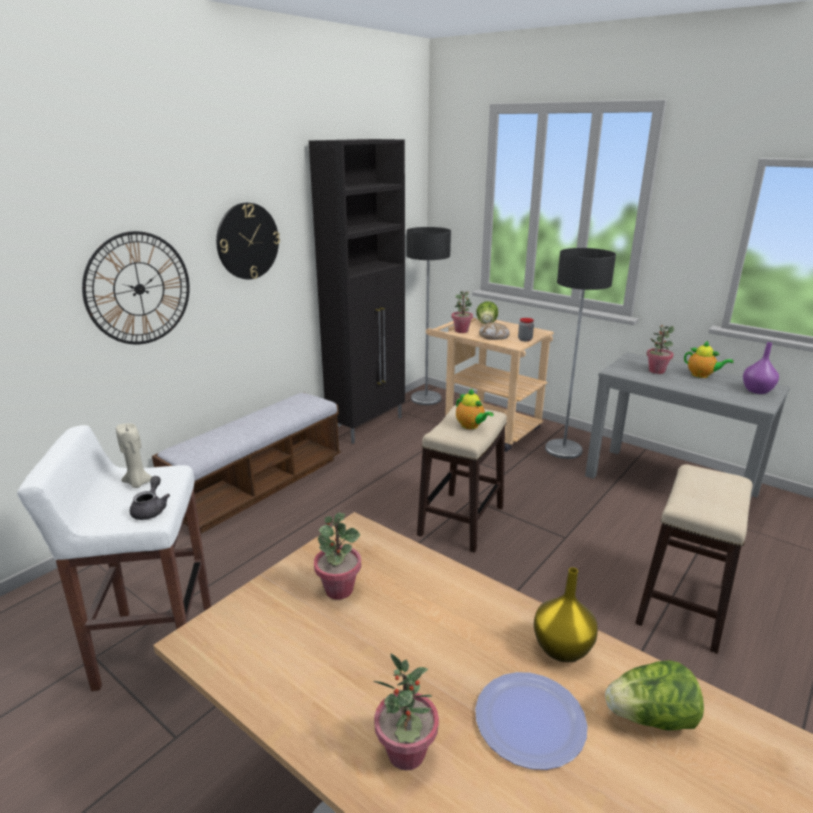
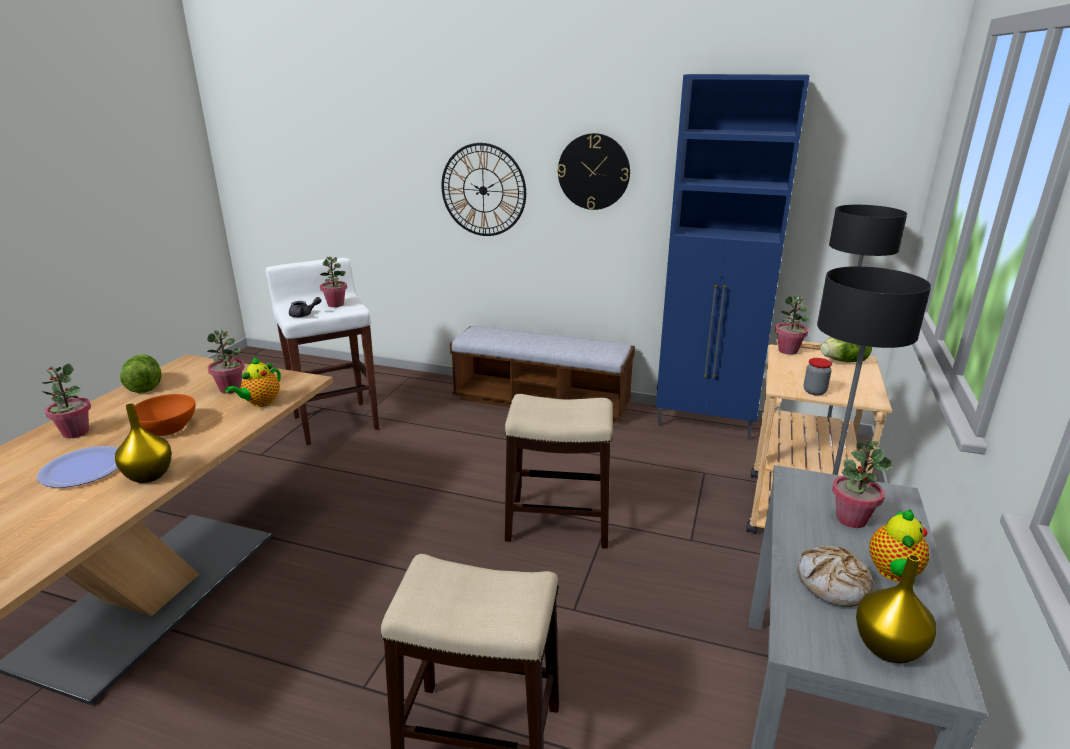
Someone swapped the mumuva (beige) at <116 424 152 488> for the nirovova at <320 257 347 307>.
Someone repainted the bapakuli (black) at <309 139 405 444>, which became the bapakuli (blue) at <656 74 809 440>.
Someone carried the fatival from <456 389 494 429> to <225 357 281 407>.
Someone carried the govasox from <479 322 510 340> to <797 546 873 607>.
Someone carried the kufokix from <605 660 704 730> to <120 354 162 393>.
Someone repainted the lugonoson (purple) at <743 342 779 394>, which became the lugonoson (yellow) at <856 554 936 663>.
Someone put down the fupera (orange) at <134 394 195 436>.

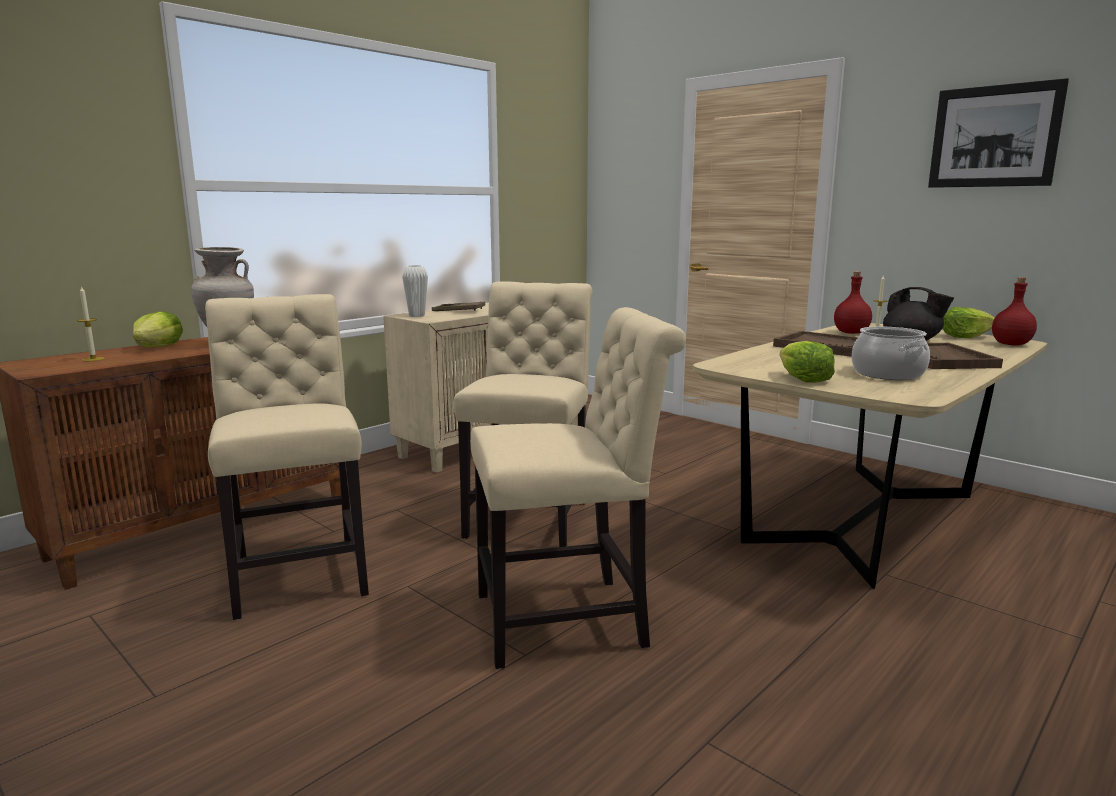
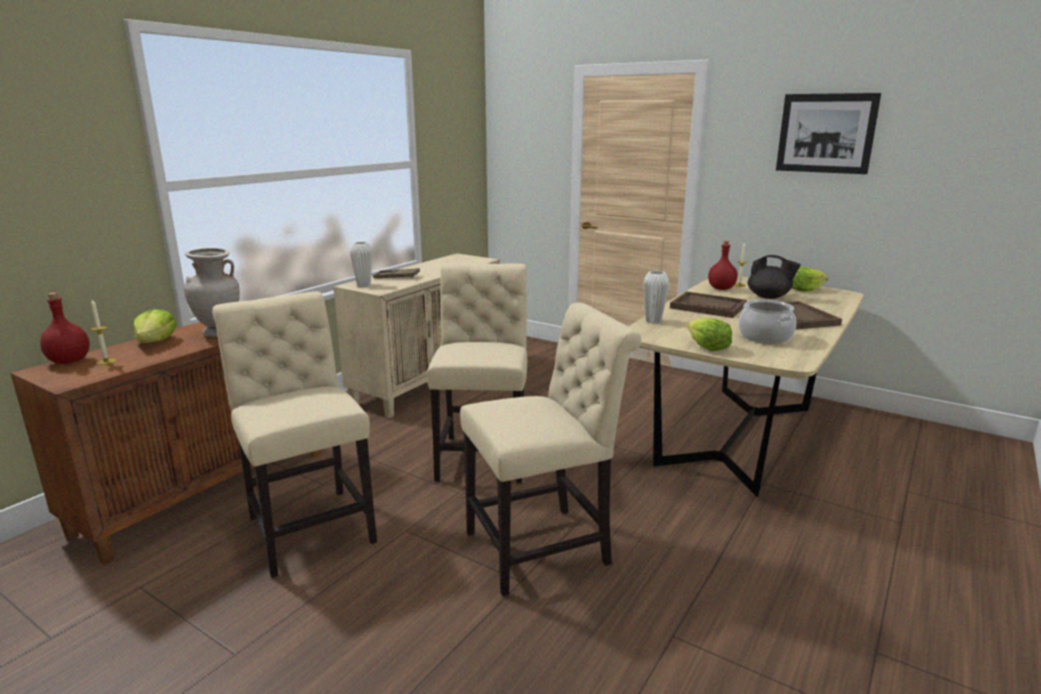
Someone carried the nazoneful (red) from <992 278 1037 346> to <40 293 90 364>.
Someone put down the lugonoson (white) at <643 271 669 323>.

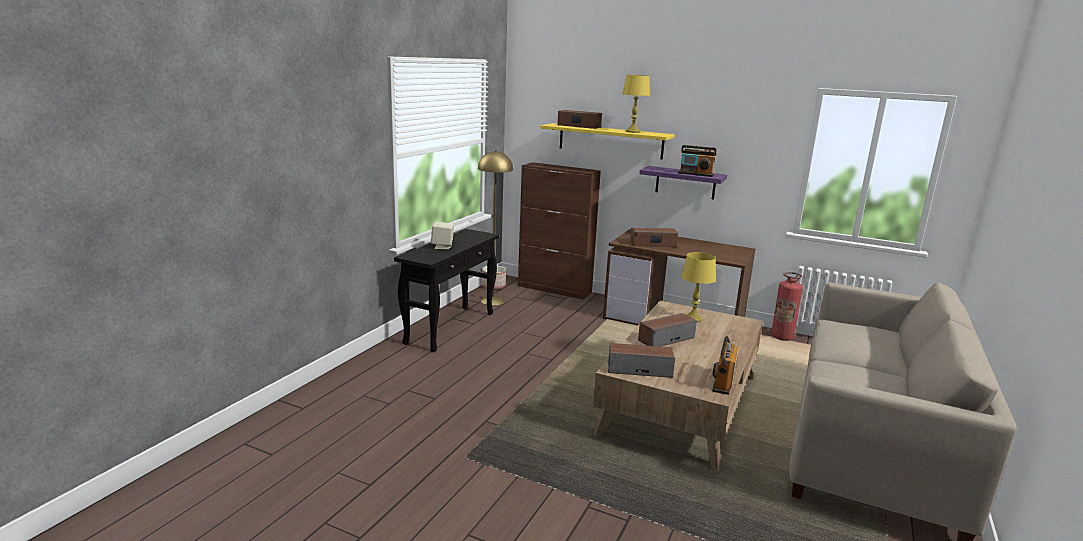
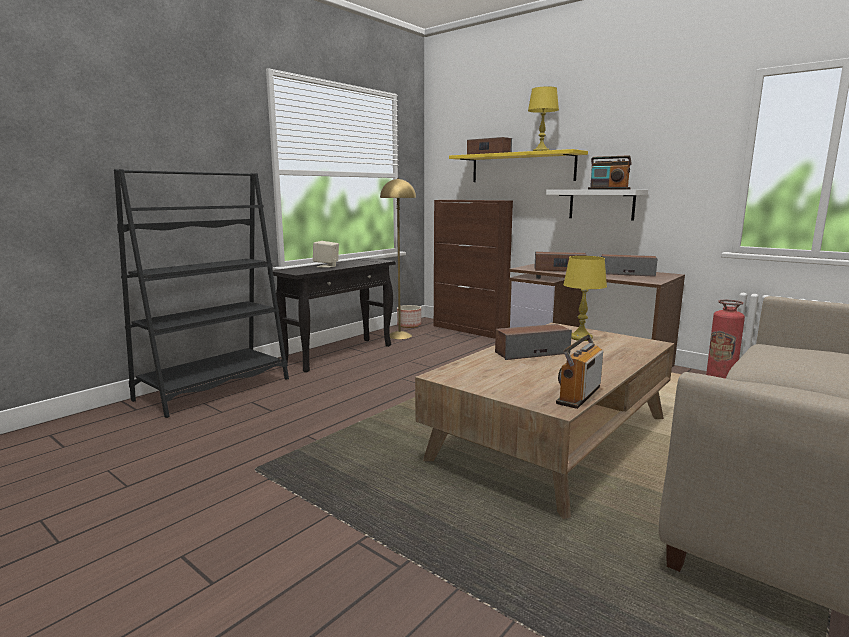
Someone carried the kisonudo from <608 343 675 378> to <601 254 657 277>.
Someone repainted the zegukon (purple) at <640 166 727 200>, which became the zegukon (white) at <546 190 648 220>.
Someone put down the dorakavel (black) at <114 169 289 418>.

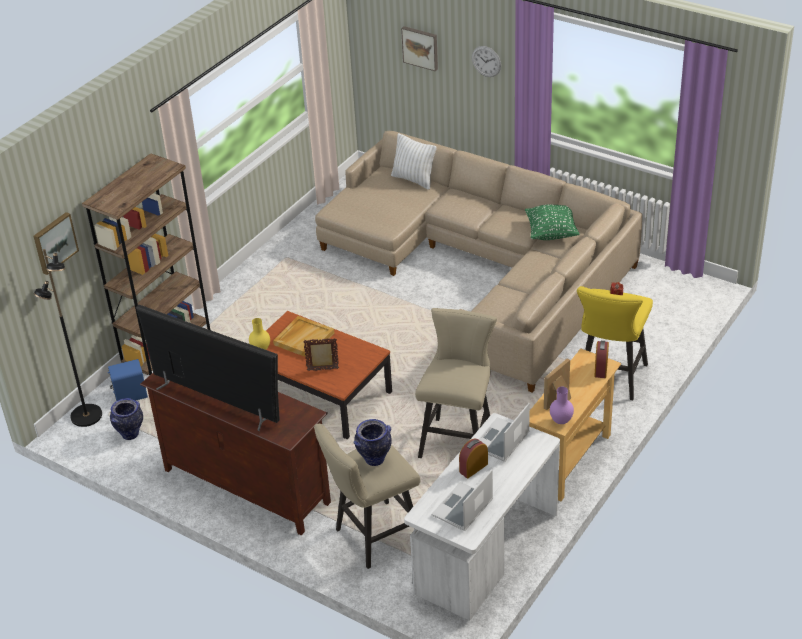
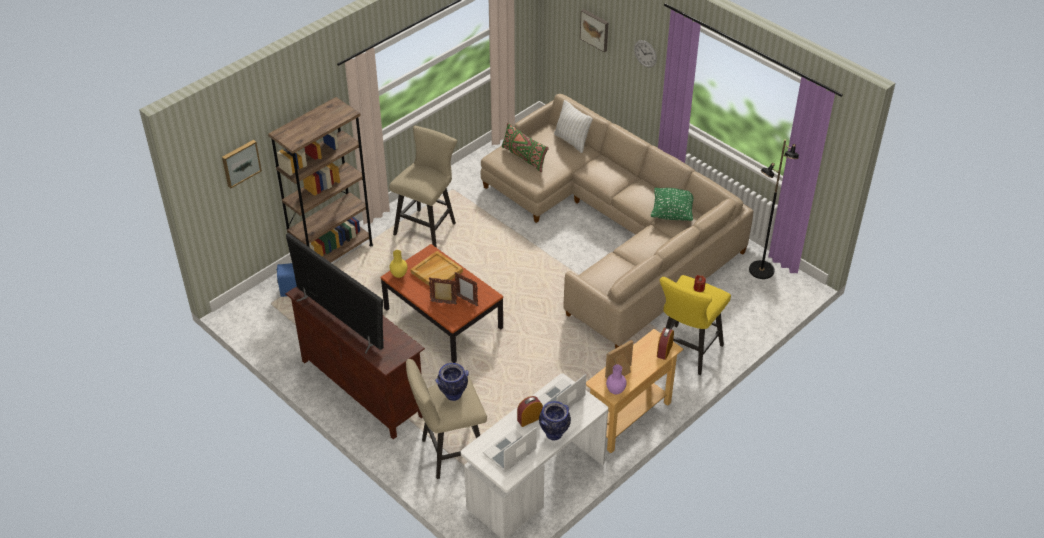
Someone carried the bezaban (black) from <34 249 102 427> to <749 139 799 279>.
Someone carried the lugonoson from <110 398 143 440> to <539 401 571 441>.
Someone carried the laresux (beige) from <415 308 497 458> to <389 126 457 248>.
Someone put down the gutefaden at <455 272 478 306>.
Someone put down the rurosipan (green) at <502 123 549 172>.

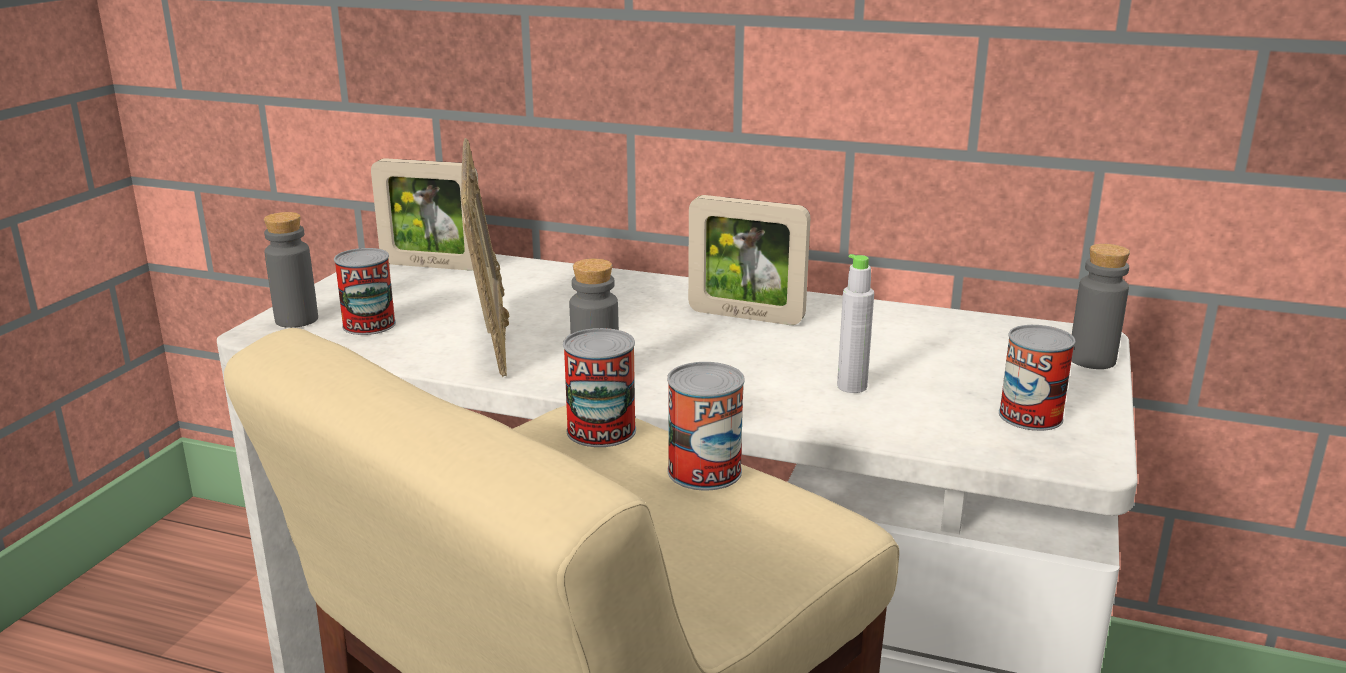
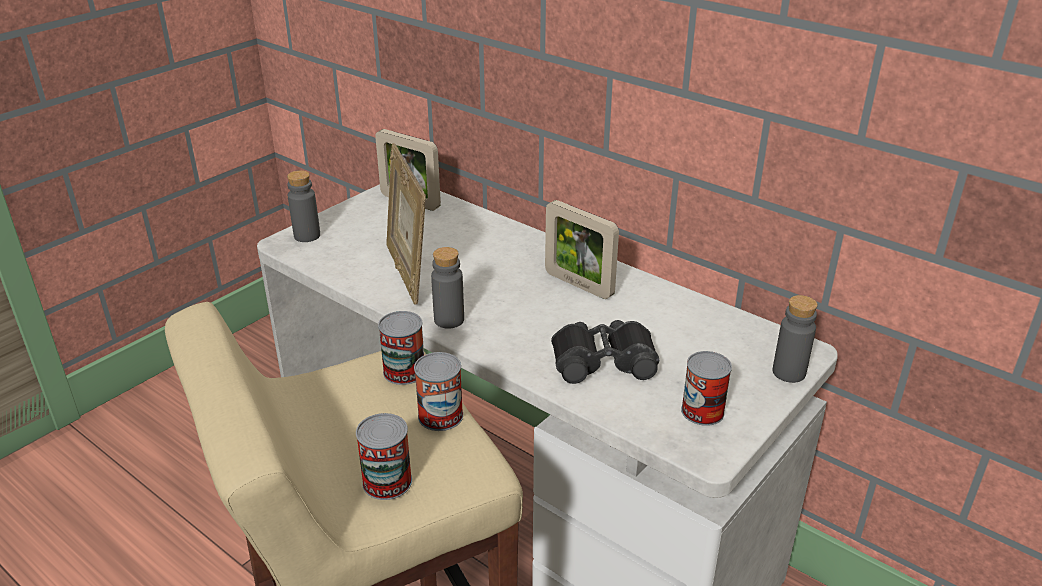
Someone carried the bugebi from <334 248 396 335> to <356 413 412 500>.
Someone rotated the gutefaden at <461 138 509 377> by 150 degrees clockwise.
Someone swapped the nazoneful (grey) at <837 254 874 393> for the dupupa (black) at <551 320 659 384>.

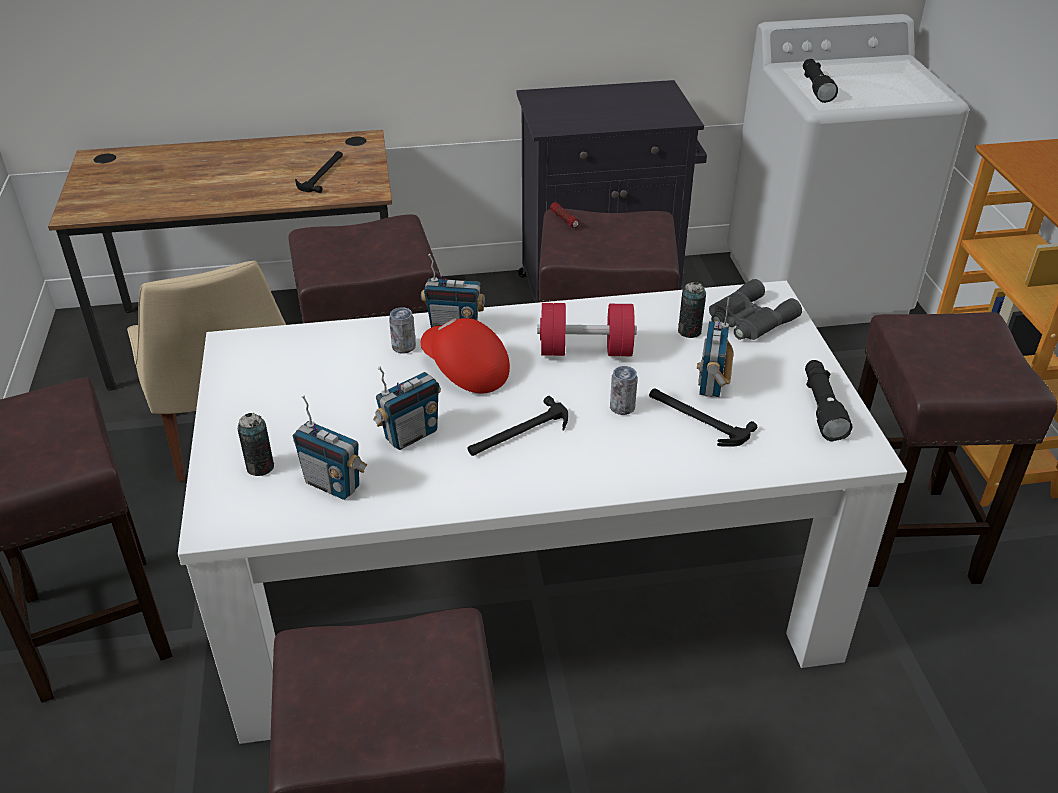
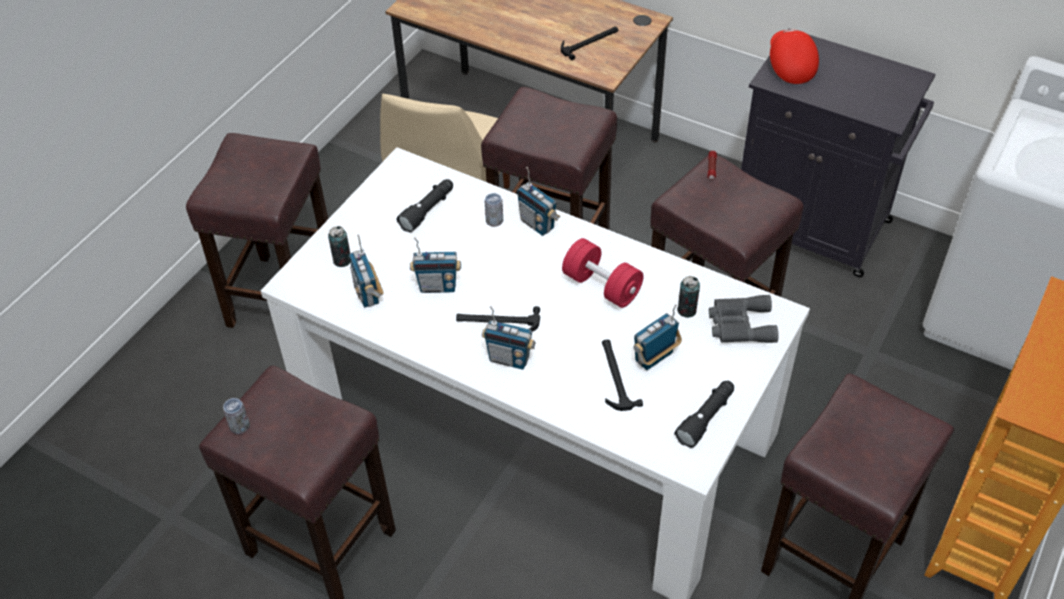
Someone carried the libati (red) from <421 318 510 393> to <770 29 819 84>.
Someone carried the bugebi from <610 366 638 415> to <223 398 250 434>.
Someone carried the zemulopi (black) from <803 59 838 103> to <397 179 453 233>.
Someone put down the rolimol at <482 305 536 369>.

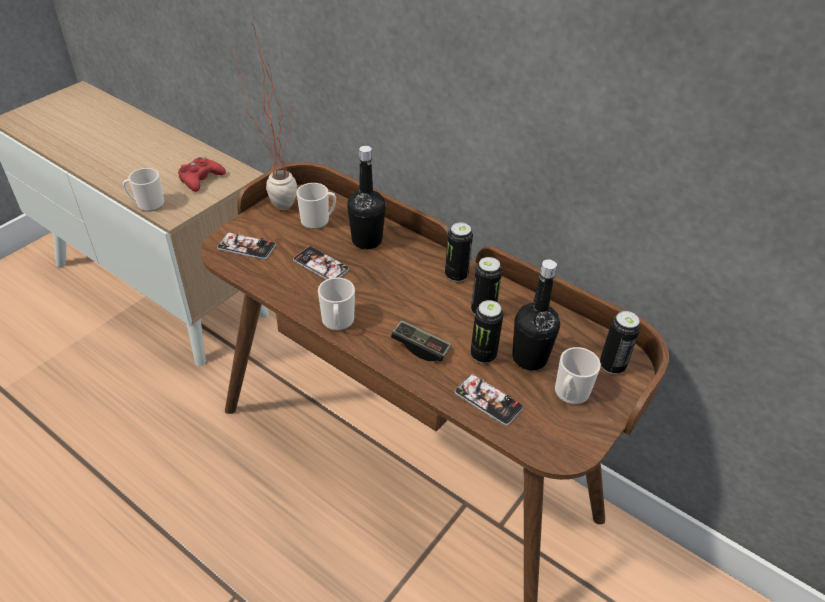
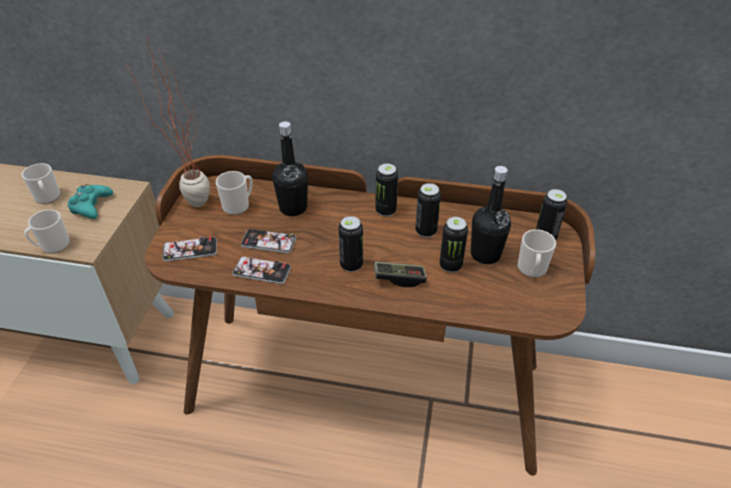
Someone repainted the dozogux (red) at <178 157 226 192>, which became the dozogux (turquoise) at <68 184 113 219>.
Someone carried the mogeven from <318 277 355 331> to <22 163 60 204>.
Someone carried the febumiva from <454 374 523 426> to <233 256 291 284>.
Someone put down the bugebi at <339 216 363 272>.

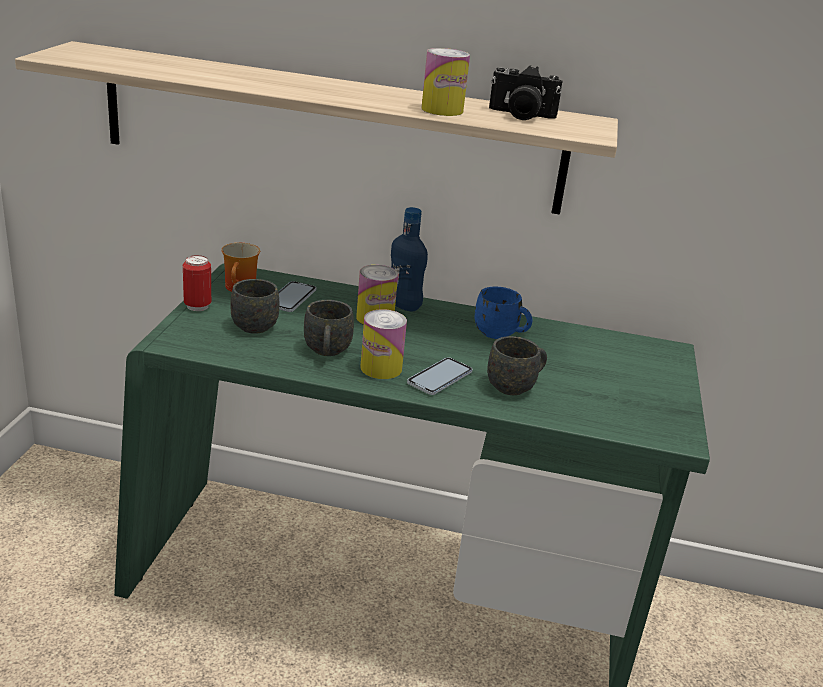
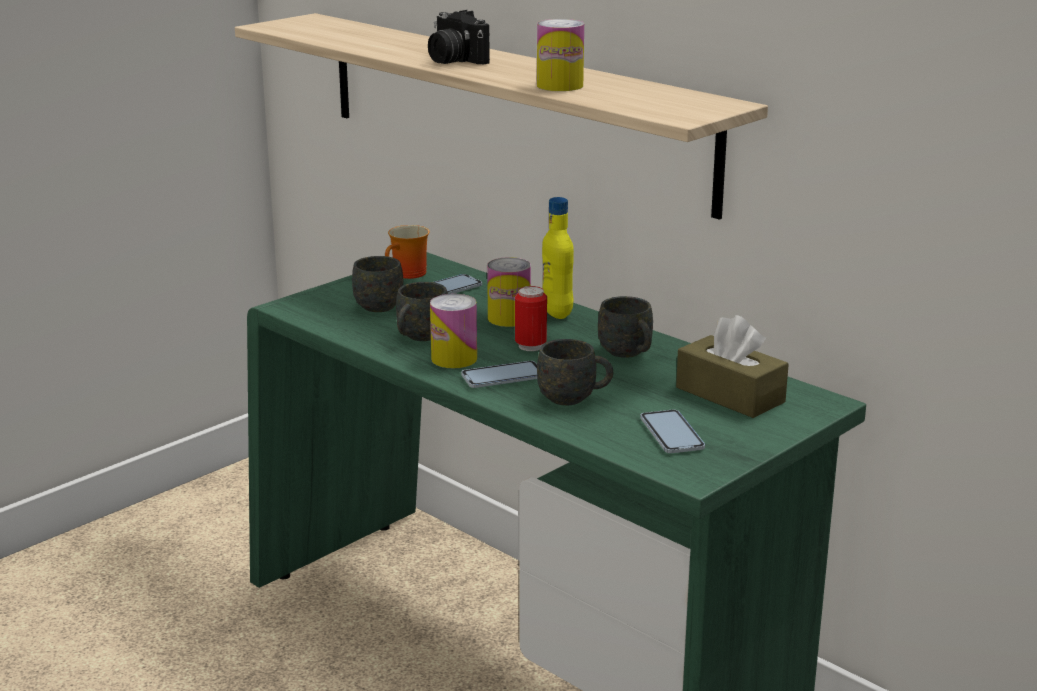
Someone carried the bugebi from <183 255 211 311> to <515 286 547 351>.
Someone repainted the nazoneful (blue) at <391 207 428 311>, which became the nazoneful (yellow) at <542 197 574 319>.
Someone repainted the mogeven (blue) at <474 287 532 339>, which became the mogeven (grey) at <598 296 653 358>.
Someone carried the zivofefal from <489 65 562 120> to <428 10 490 64>.
Someone put down the febumiva at <640 410 705 453>.
Someone put down the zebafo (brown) at <676 315 789 418>.

